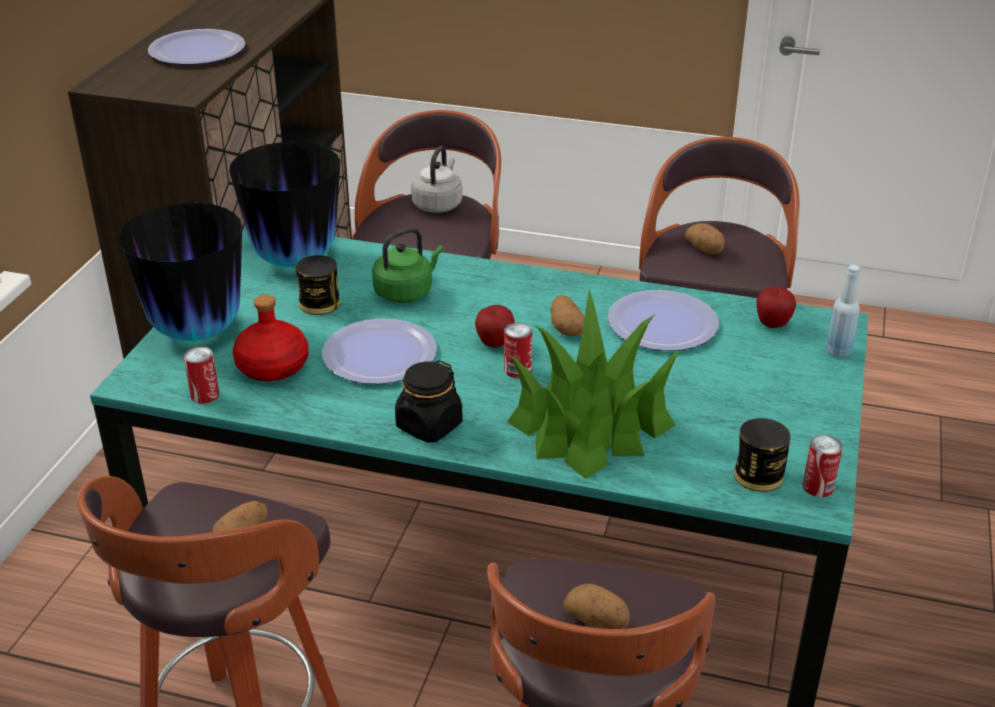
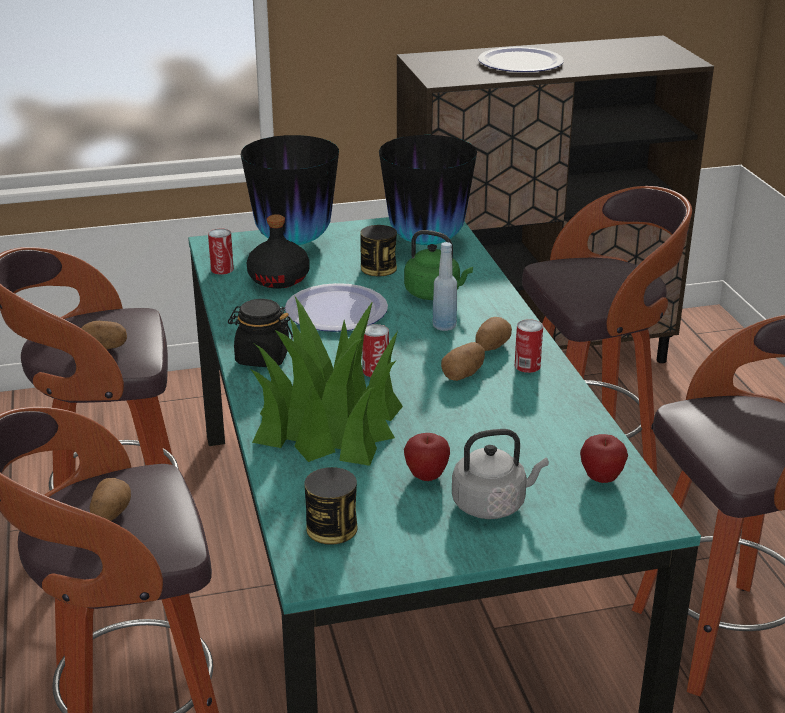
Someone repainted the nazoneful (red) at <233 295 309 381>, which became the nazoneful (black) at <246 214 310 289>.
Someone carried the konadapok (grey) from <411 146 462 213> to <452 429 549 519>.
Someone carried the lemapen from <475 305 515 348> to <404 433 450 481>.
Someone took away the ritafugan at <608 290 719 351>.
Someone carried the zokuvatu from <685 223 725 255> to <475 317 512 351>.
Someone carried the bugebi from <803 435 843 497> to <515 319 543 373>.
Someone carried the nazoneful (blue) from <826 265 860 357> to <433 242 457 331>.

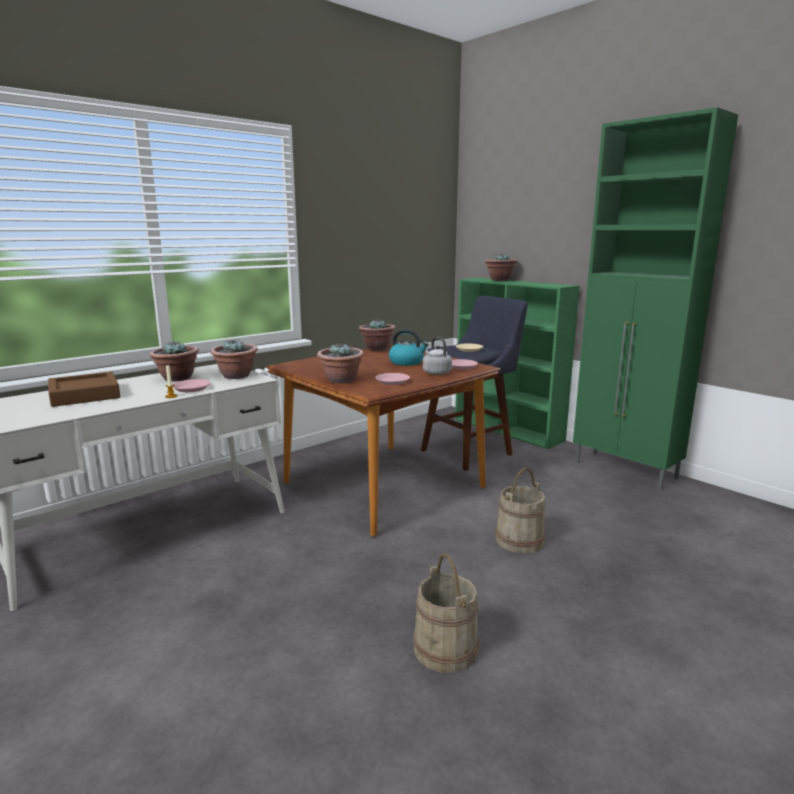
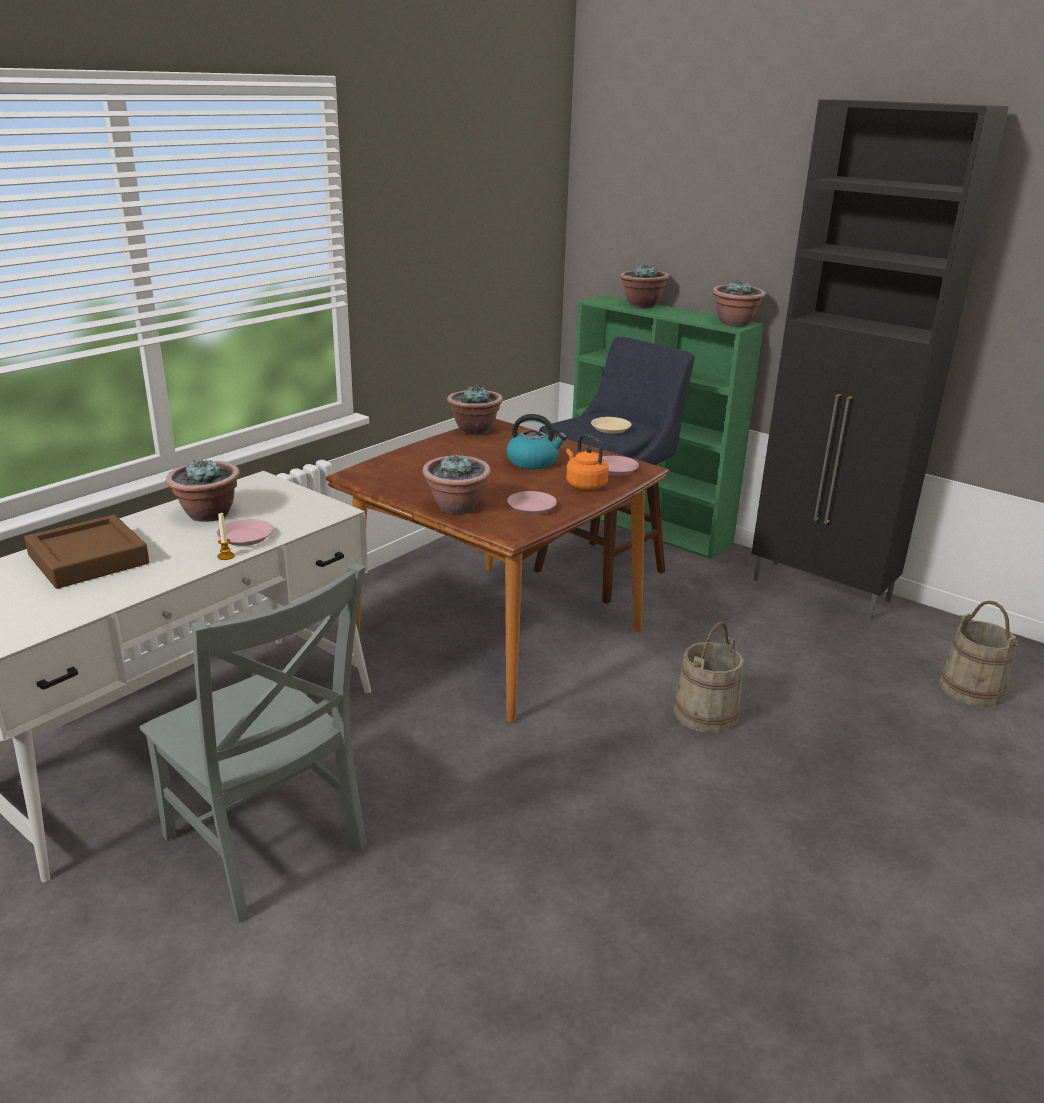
Someone carried the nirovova from <210 339 258 379> to <712 279 766 327>.
Someone carried the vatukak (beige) from <414 553 479 673> to <939 601 1019 707>.
Someone repainted the konadapok (grey) at <423 337 452 375>, which became the konadapok (orange) at <566 434 609 490>.
Someone repainted the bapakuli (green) at <573 107 738 490>, which became the bapakuli (black) at <751 100 1009 620>.
Someone put down the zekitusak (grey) at <139 563 367 923>.

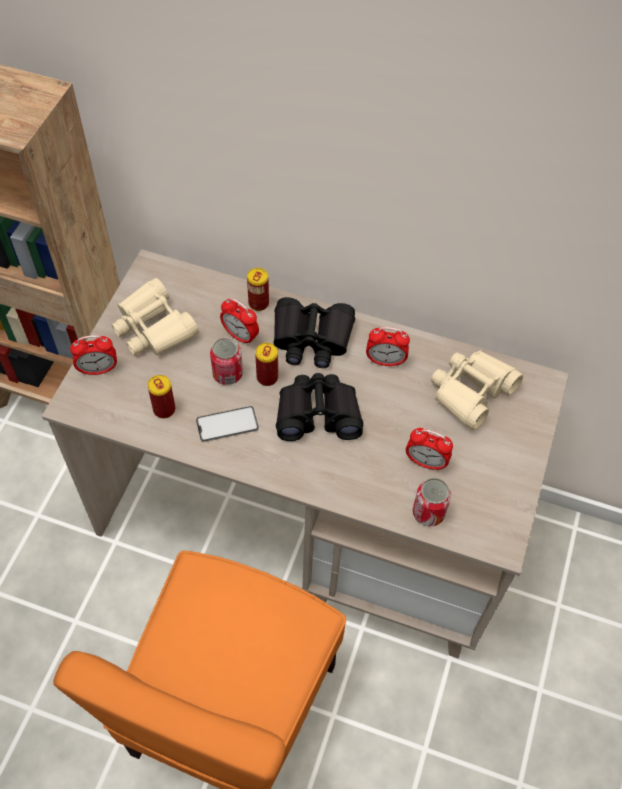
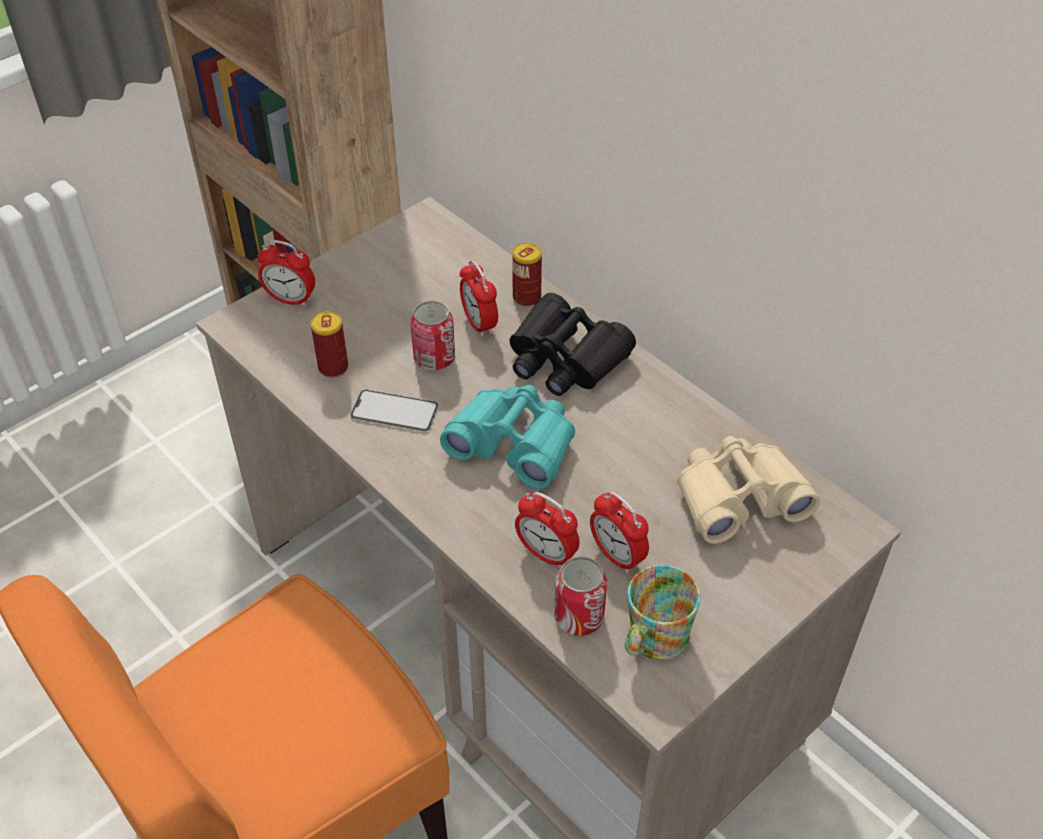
Someone took away the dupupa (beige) at <112 278 199 355>.
Someone took away the bugebi at <255 343 278 386>.
Someone repainted the dupupa (black) at <276 373 363 441>, which became the dupupa (turquoise) at <440 385 575 489>.
Someone carried the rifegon from <366 327 410 367> to <515 492 580 569>.
Someone put down the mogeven at <625 565 701 660>.

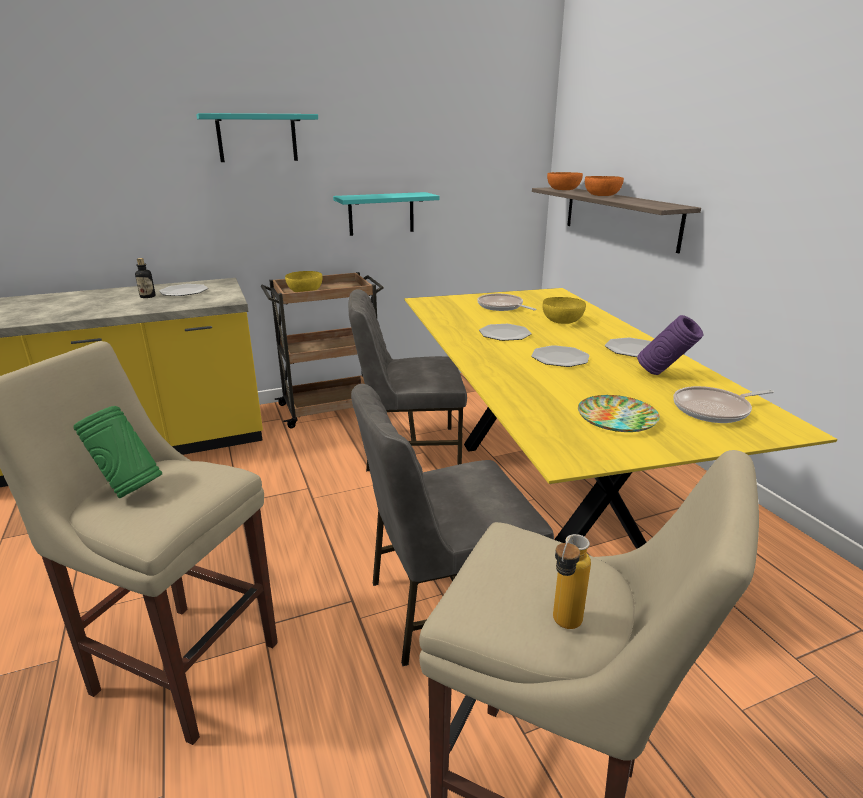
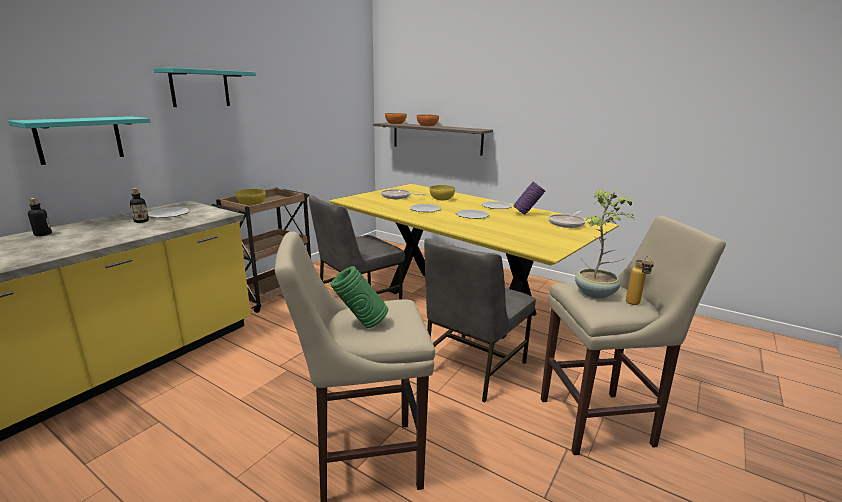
Someone carried the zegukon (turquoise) from <333 192 440 236> to <8 116 151 165>.
Someone took away the ritafugan at <578 395 660 432>.
Someone put down the nazoneful at <28 198 52 236>.
Someone put down the nirovova at <575 190 636 299>.

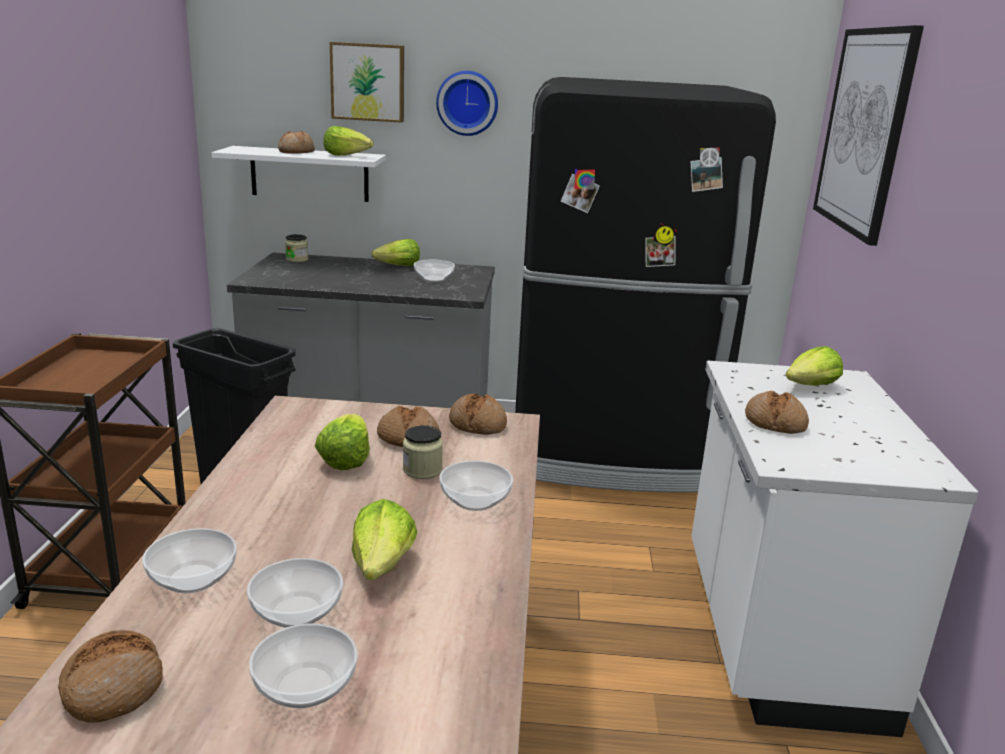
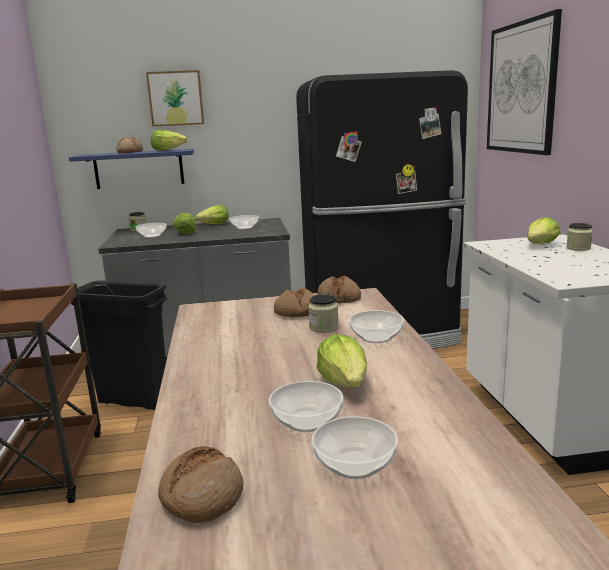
Someone carried the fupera from <142 528 237 593> to <136 223 167 238>.
Someone repainted the zegukon (white) at <211 146 386 202>, which became the zegukon (blue) at <68 149 194 189>.
Someone carried the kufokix from <315 414 370 470> to <173 213 196 234>.
Someone took away the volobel at <436 71 498 136>.
Someone took away the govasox at <745 391 809 434>.
Someone put down the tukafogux at <566 223 593 251>.

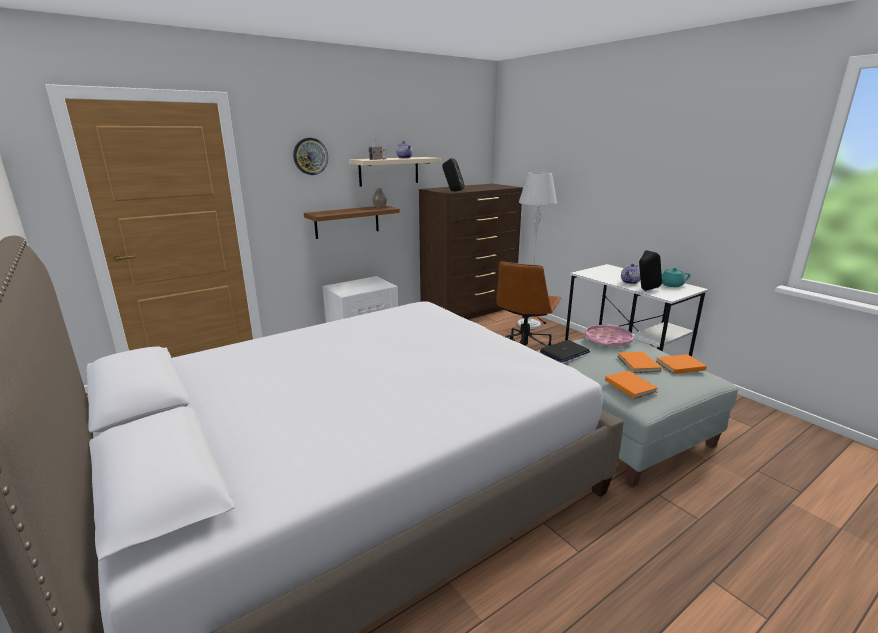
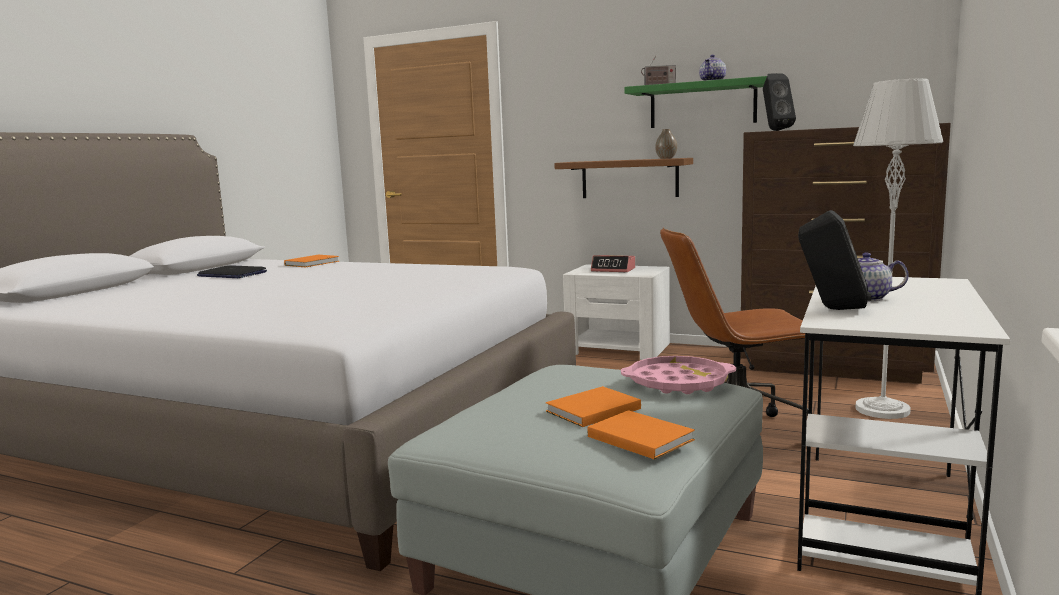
Someone took away the volobel at <293 138 328 175>.
Someone repainted the zegukon (beige) at <349 157 441 187>, which became the zegukon (green) at <624 76 767 128>.
Someone carried the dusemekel from <540 340 590 362> to <197 265 267 278>.
Someone carried the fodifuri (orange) from <605 371 658 399> to <284 255 339 267>.
Someone took away the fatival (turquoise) at <662 268 690 287>.
Someone put down the rifegon at <591 255 635 272>.

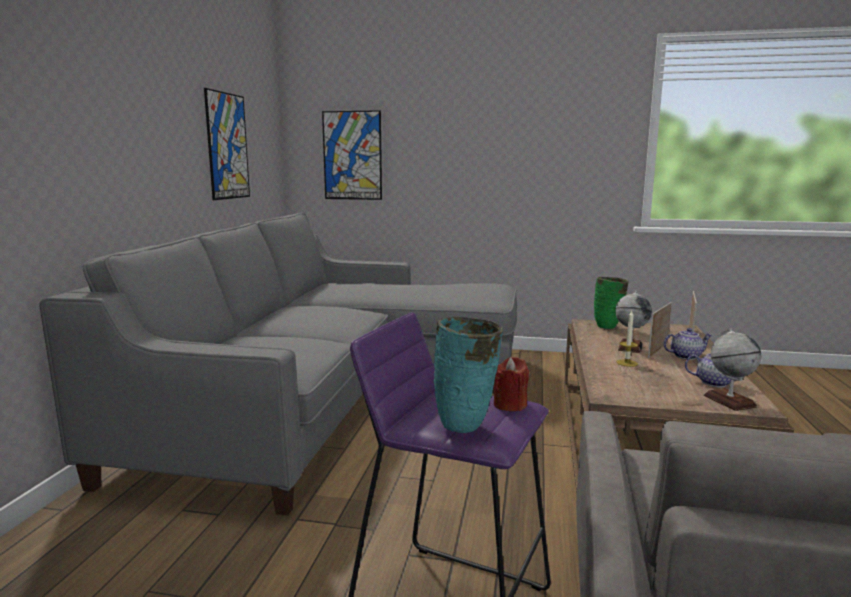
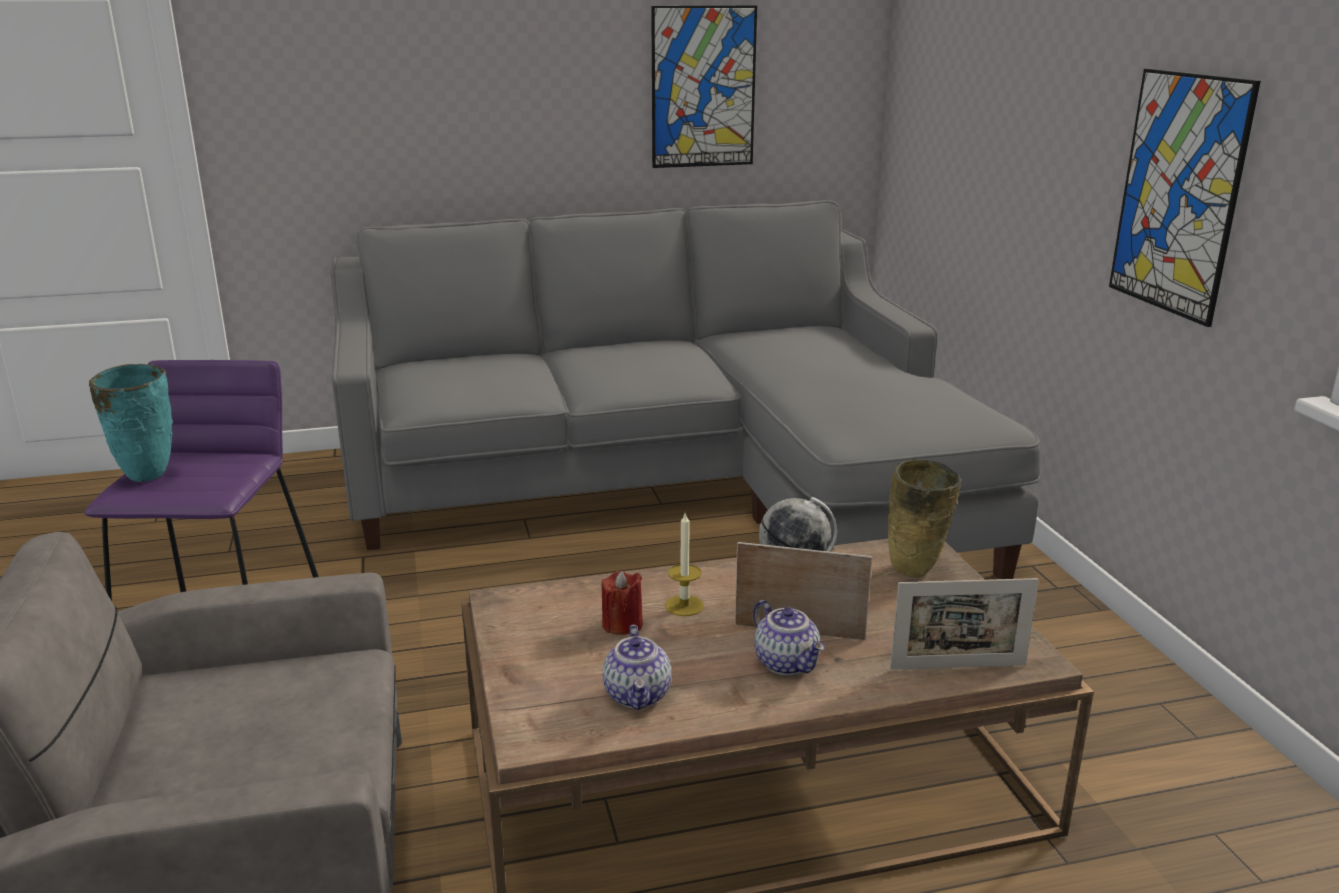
Someone carried the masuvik from <322 110 382 200> to <1109 69 1261 327>.
Someone carried the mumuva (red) from <494 357 529 411> to <602 571 643 635>.
Someone repainted the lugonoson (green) at <594 277 629 329>, which became the lugonoson (beige) at <888 459 961 577>.
Someone took away the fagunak at <703 328 761 411>.

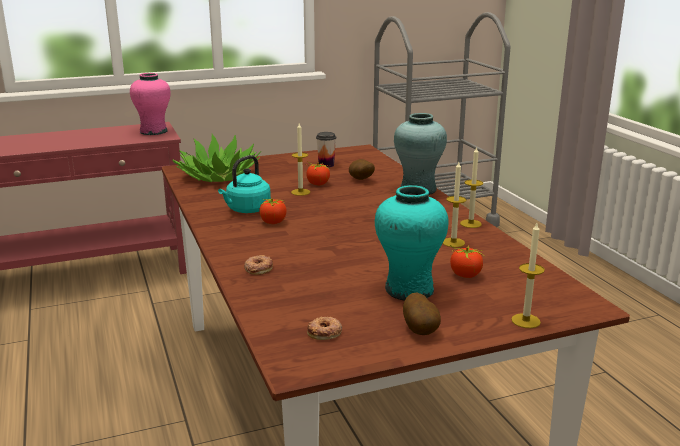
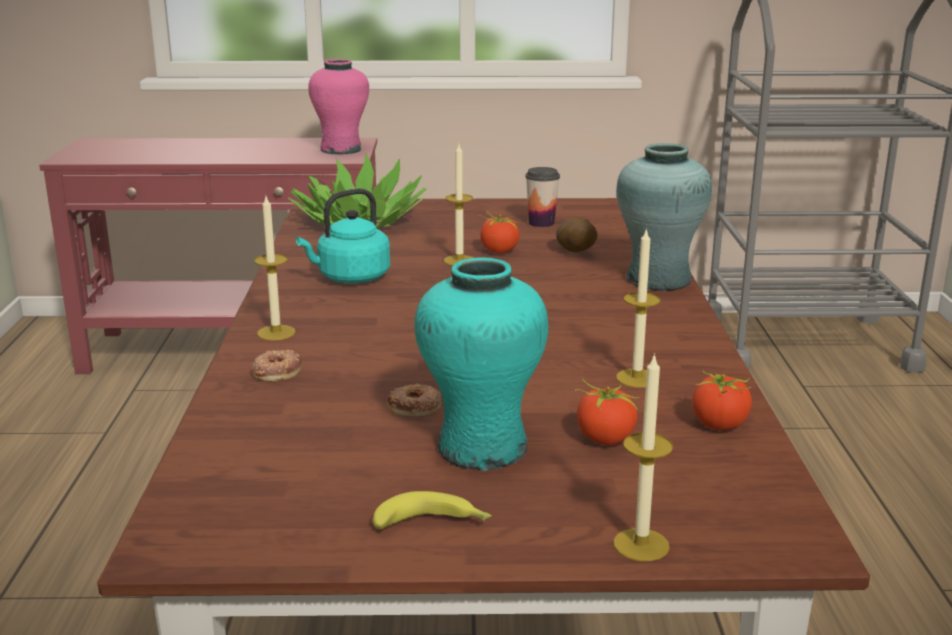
Someone carried the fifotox from <259 198 286 224> to <692 371 752 430>.
Someone carried the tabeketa from <307 316 342 340> to <388 383 443 416>.
Someone swapped the zokuvatu at <403 293 441 335> for the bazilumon at <373 491 492 529>.
Someone carried the mumuva from <460 146 483 228> to <254 196 296 341>.

